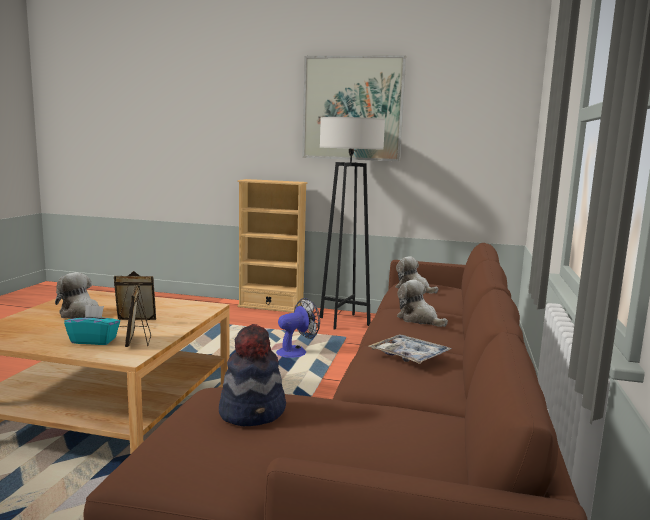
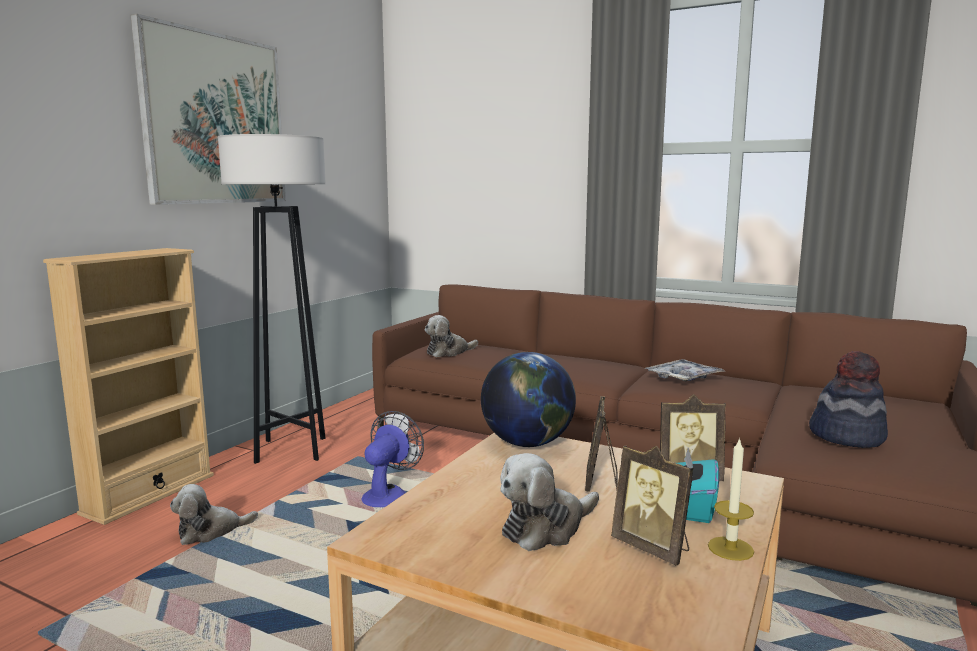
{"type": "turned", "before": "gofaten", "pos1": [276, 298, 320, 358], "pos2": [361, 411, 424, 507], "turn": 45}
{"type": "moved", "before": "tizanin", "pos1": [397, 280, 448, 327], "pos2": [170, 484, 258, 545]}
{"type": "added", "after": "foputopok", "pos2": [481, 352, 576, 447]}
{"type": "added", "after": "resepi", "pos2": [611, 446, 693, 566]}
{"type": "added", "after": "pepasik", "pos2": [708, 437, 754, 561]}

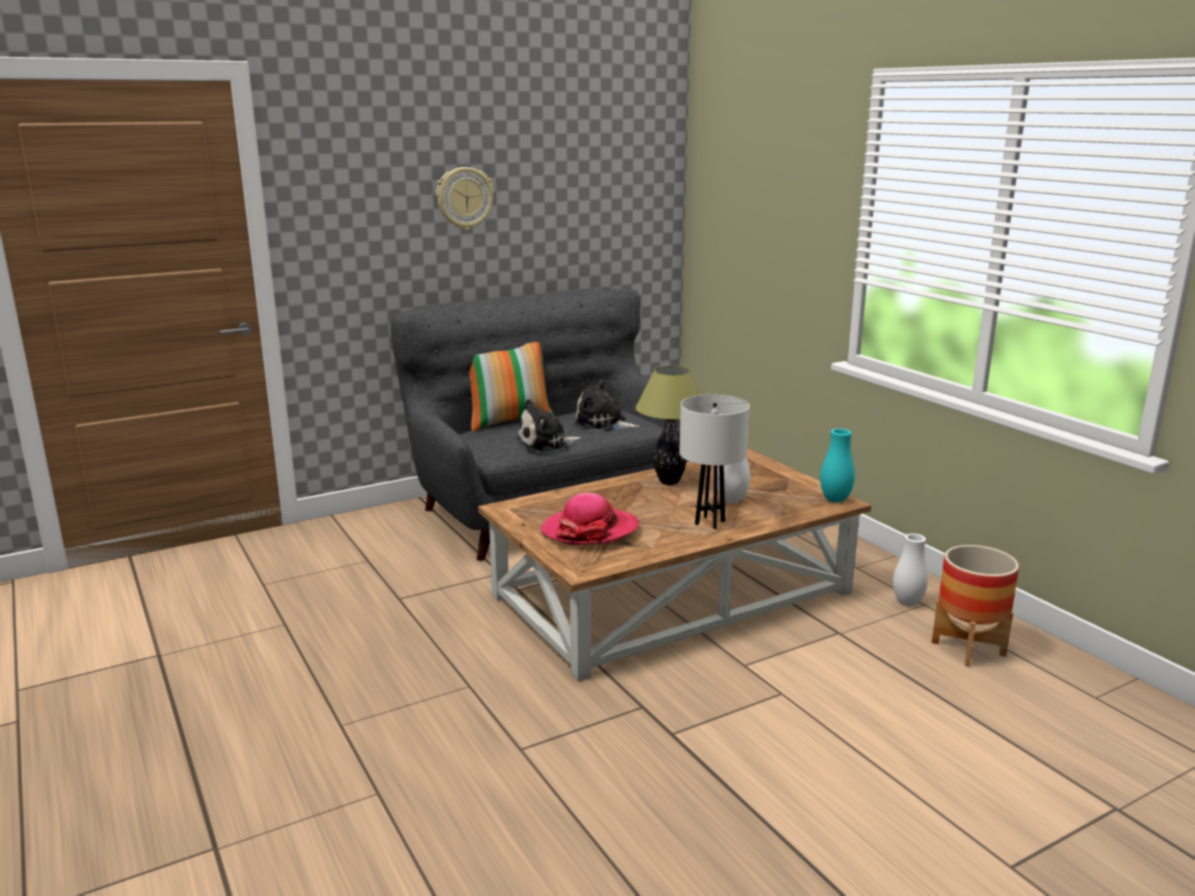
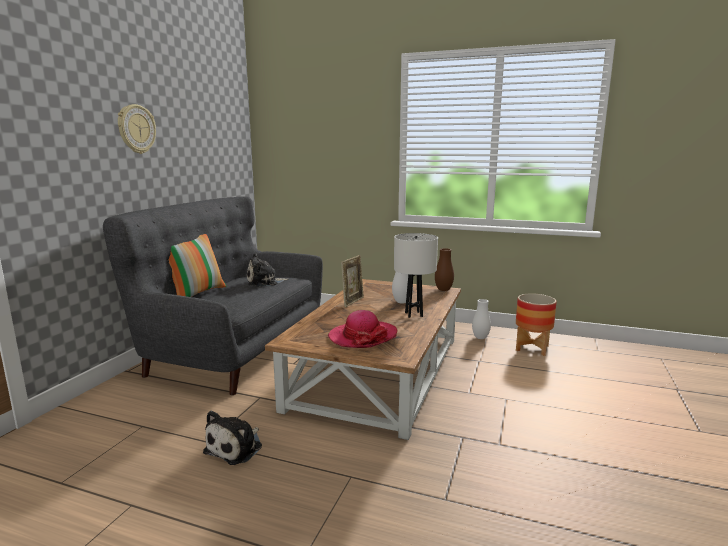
{"type": "moved", "before": "tizanin", "pos1": [516, 399, 581, 452], "pos2": [203, 410, 262, 465]}
{"type": "replaced", "before": "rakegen", "after": "resepi", "pos1": [635, 366, 701, 485], "pos2": [341, 255, 364, 307]}
{"type": "recoloured", "before": "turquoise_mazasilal", "after": "brown_mazasilal", "pos1": [820, 429, 855, 502], "pos2": [435, 248, 454, 291]}

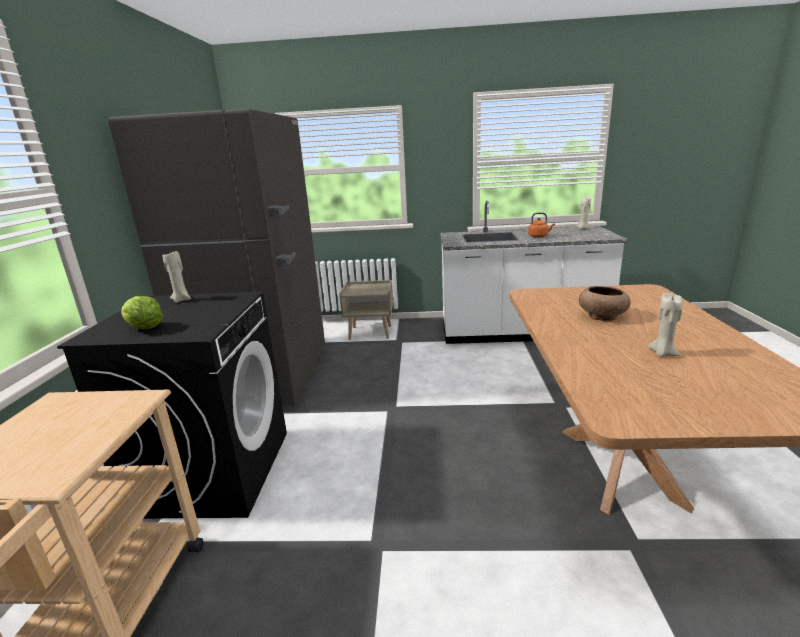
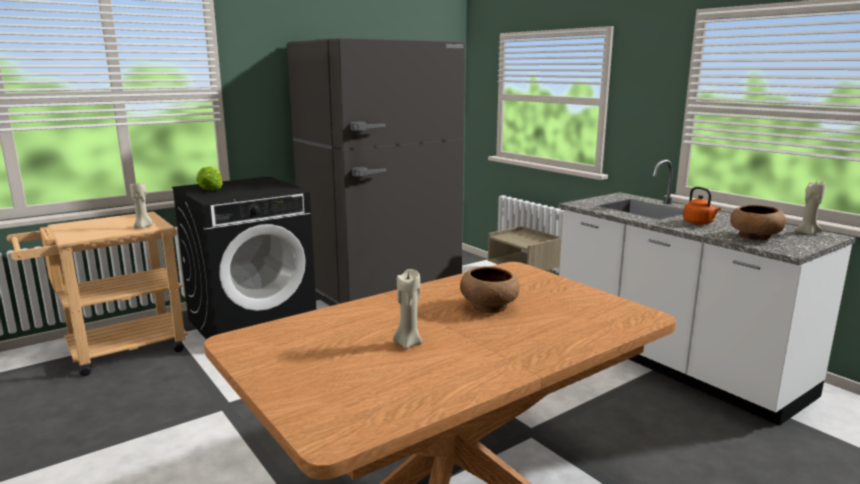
{"type": "moved", "before": "beige_pepasik", "pos1": [163, 251, 191, 303], "pos2": [130, 183, 153, 228]}
{"type": "added", "after": "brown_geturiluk", "pos2": [730, 205, 786, 241]}

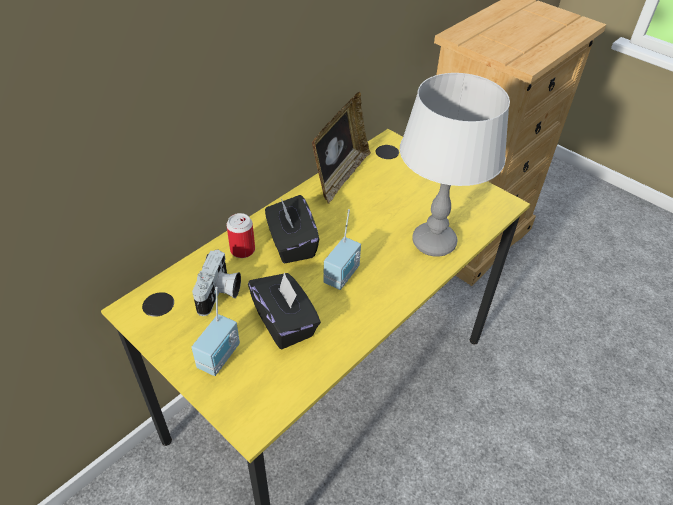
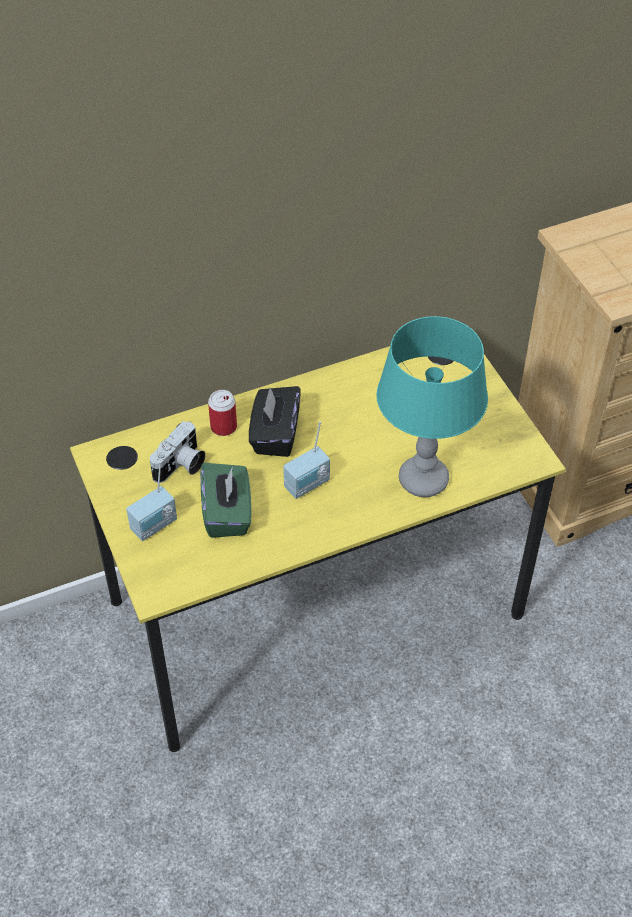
{"type": "recoloured", "before": "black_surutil", "after": "green_surutil", "pos1": [248, 272, 321, 349], "pos2": [200, 463, 252, 538]}
{"type": "removed", "before": "resepi", "pos1": [312, 92, 371, 204]}
{"type": "recoloured", "before": "grey_rakegen", "after": "turquoise_rakegen", "pos1": [400, 73, 510, 257], "pos2": [376, 316, 488, 497]}

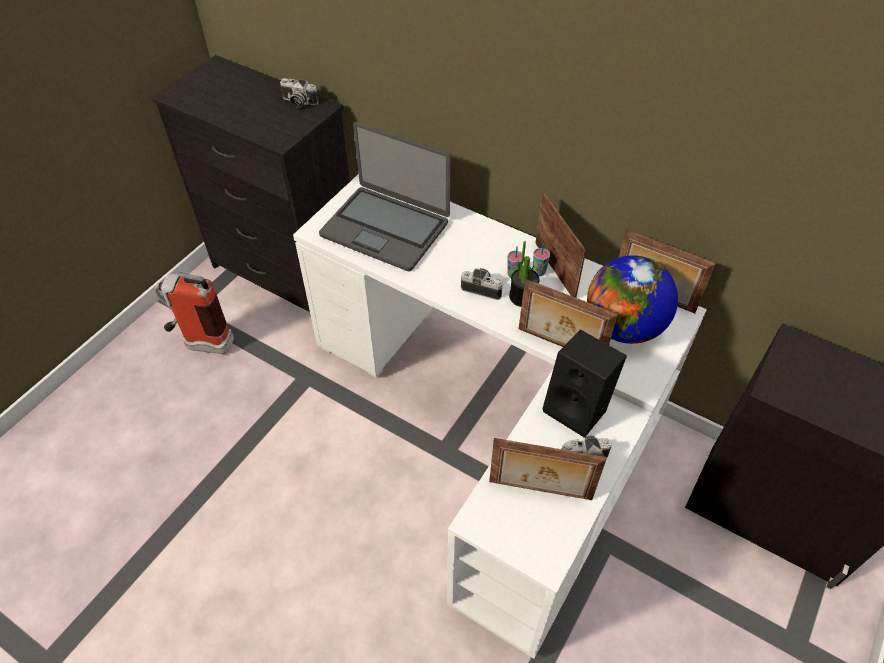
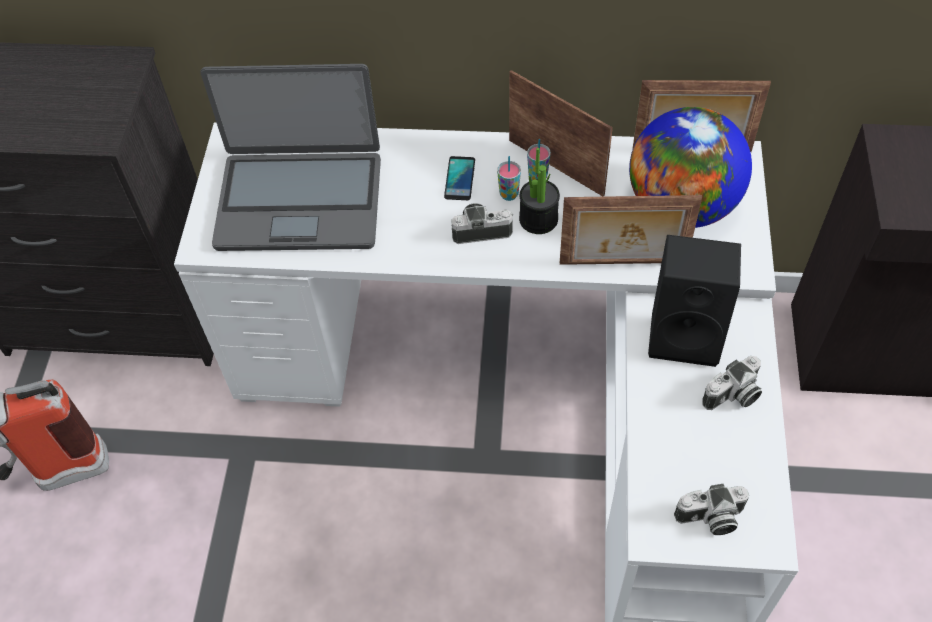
{"type": "moved", "before": "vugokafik", "pos1": [280, 78, 319, 108], "pos2": [674, 483, 749, 535]}
{"type": "removed", "before": "resepi", "pos1": [489, 438, 607, 500]}
{"type": "added", "after": "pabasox", "pos2": [444, 156, 475, 200]}

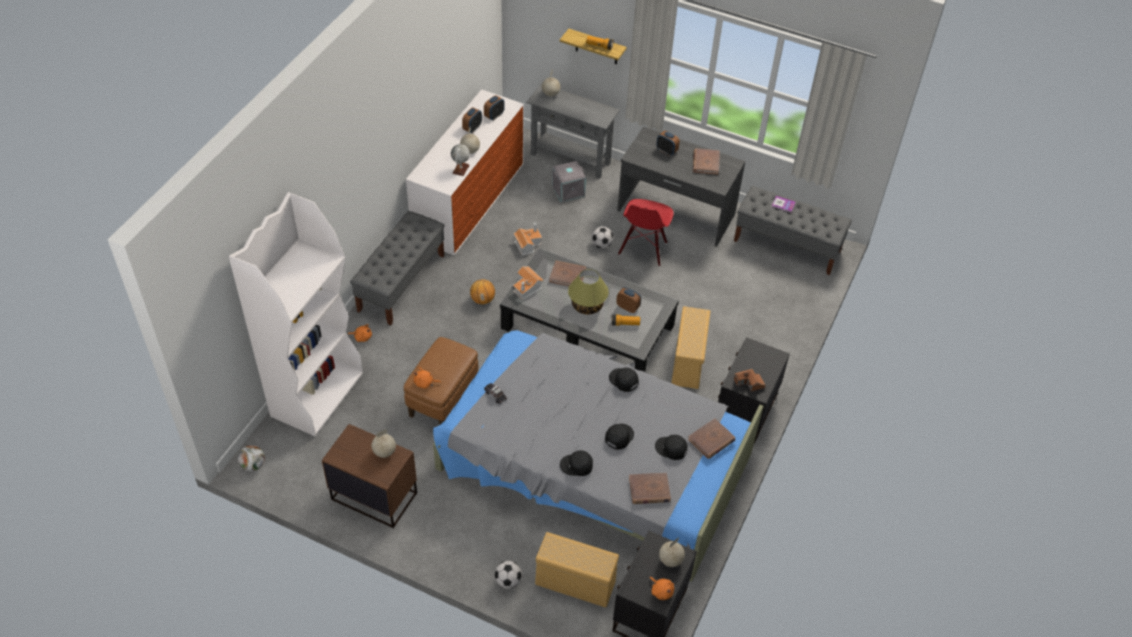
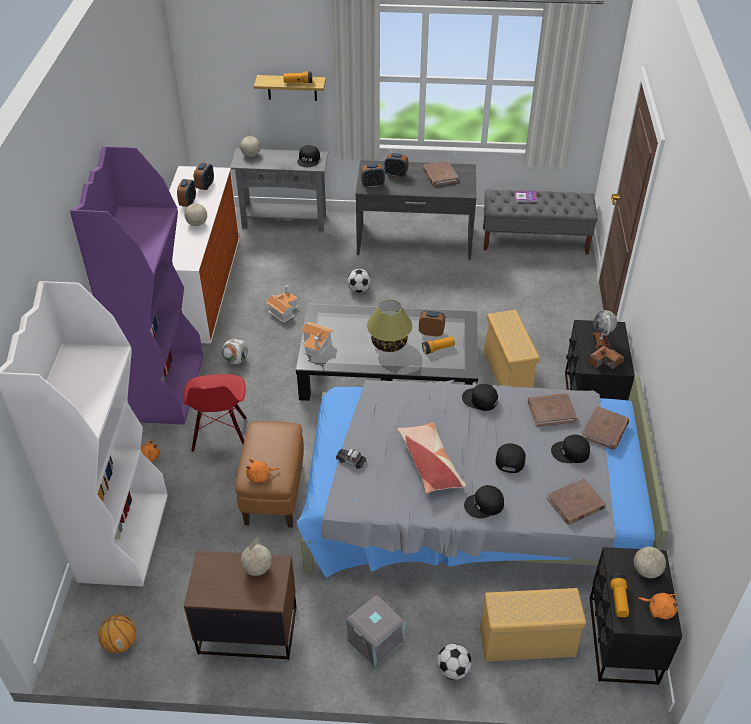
{"type": "moved", "before": "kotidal", "pos1": [238, 445, 265, 471], "pos2": [222, 338, 248, 364]}
{"type": "replaced", "before": "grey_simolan", "after": "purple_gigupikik", "pos1": [350, 211, 445, 325], "pos2": [70, 146, 203, 425]}
{"type": "moved", "before": "foputopok", "pos1": [451, 144, 470, 176], "pos2": [591, 310, 617, 349]}
{"type": "moved", "before": "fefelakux", "pos1": [470, 279, 495, 304], "pos2": [98, 615, 136, 653]}
{"type": "moved", "before": "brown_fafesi", "pos1": [549, 261, 586, 286], "pos2": [528, 393, 577, 427]}
{"type": "moved", "before": "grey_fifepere", "pos1": [552, 161, 586, 202], "pos2": [346, 594, 405, 667]}
{"type": "moved", "before": "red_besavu", "pos1": [618, 199, 674, 266], "pos2": [183, 374, 247, 452]}
{"type": "added", "after": "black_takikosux", "pos2": [297, 145, 320, 167]}
{"type": "added", "after": "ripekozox", "pos2": [361, 164, 385, 189]}
{"type": "added", "after": "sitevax", "pos2": [397, 423, 466, 493]}
{"type": "added", "after": "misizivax", "pos2": [610, 573, 629, 617]}

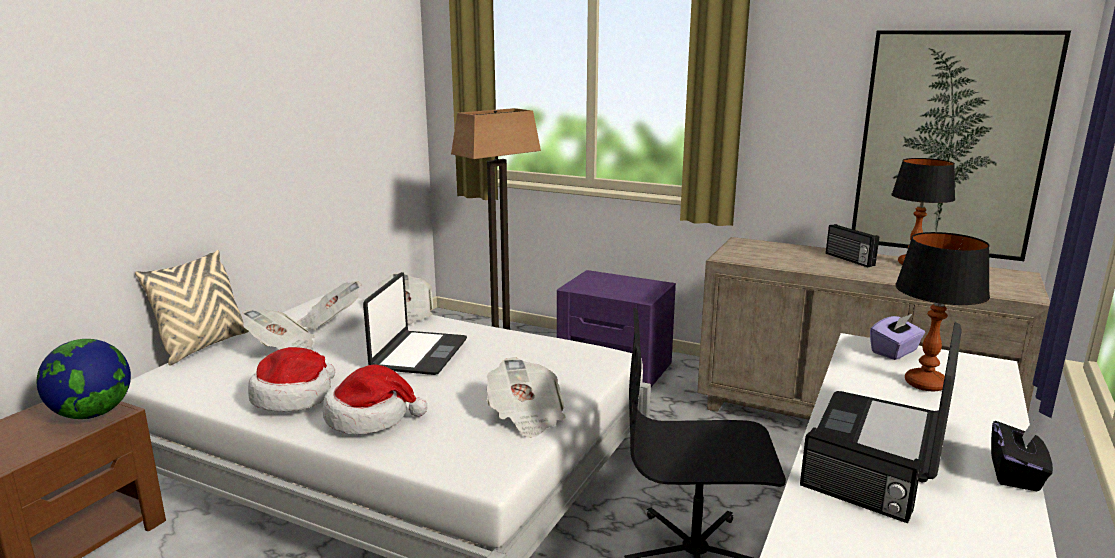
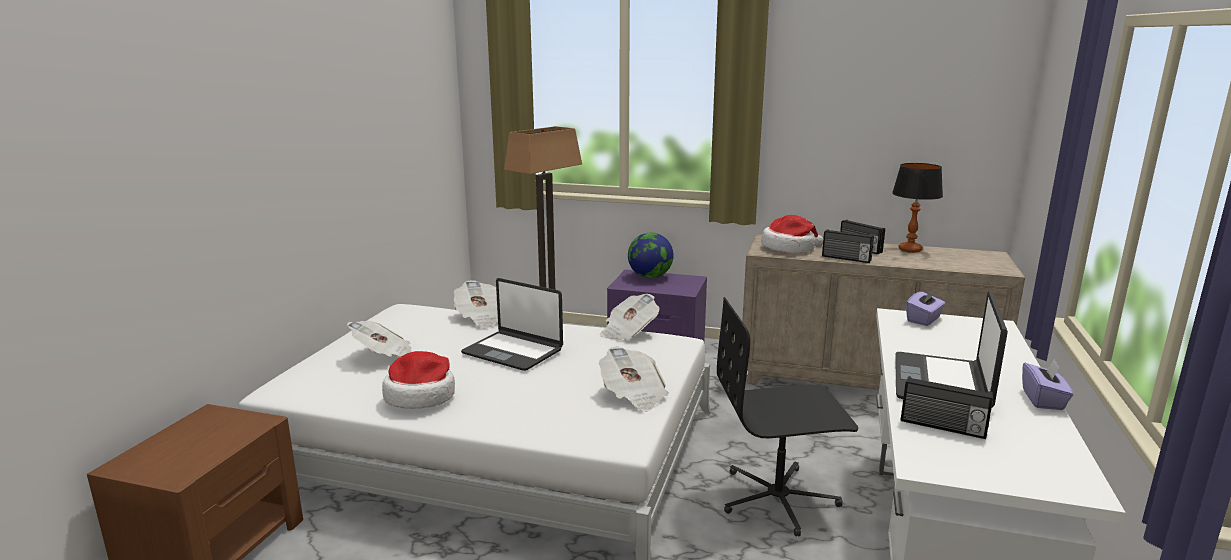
{"type": "moved", "before": "foputopok", "pos1": [37, 339, 131, 419], "pos2": [628, 233, 674, 278]}
{"type": "removed", "before": "beige_sitevax", "pos1": [135, 250, 249, 366]}
{"type": "moved", "before": "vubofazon", "pos1": [297, 281, 362, 330], "pos2": [600, 294, 659, 340]}
{"type": "moved", "before": "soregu", "pos1": [323, 365, 427, 434], "pos2": [761, 215, 823, 253]}
{"type": "turned", "before": "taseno", "pos1": [363, 272, 467, 375], "pos2": [461, 278, 563, 371], "turn": 120}
{"type": "removed", "before": "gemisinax", "pos1": [852, 30, 1071, 261]}
{"type": "removed", "before": "rakegen", "pos1": [895, 232, 990, 392]}
{"type": "recoloured", "before": "black_surutil", "after": "purple_surutil", "pos1": [991, 420, 1053, 491], "pos2": [1022, 360, 1073, 410]}
{"type": "added", "after": "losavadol", "pos2": [822, 229, 874, 263]}

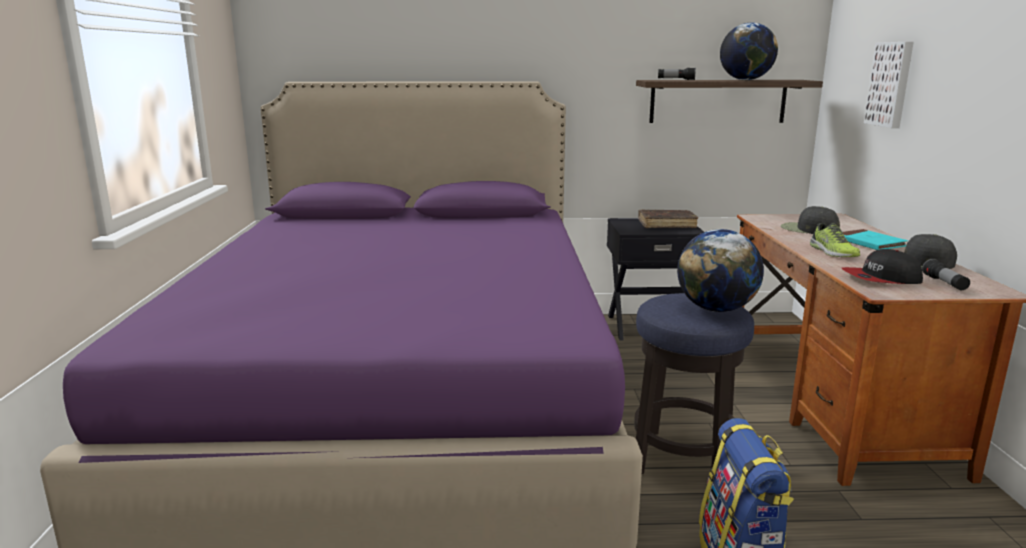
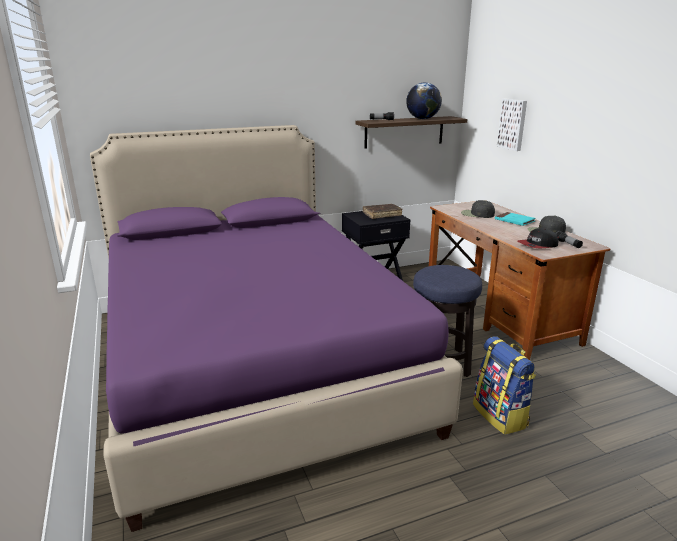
{"type": "removed", "before": "foputopok", "pos1": [677, 229, 764, 312]}
{"type": "removed", "before": "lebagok", "pos1": [810, 223, 860, 257]}

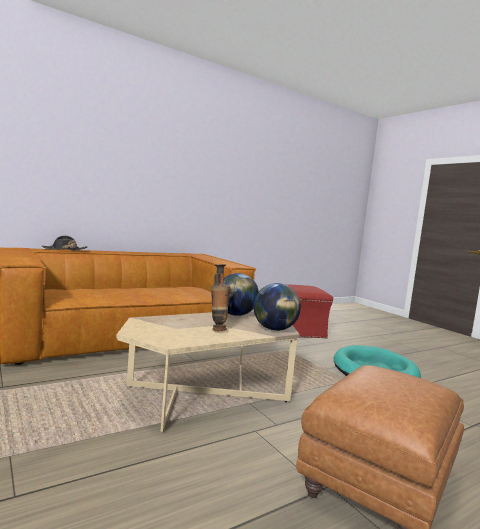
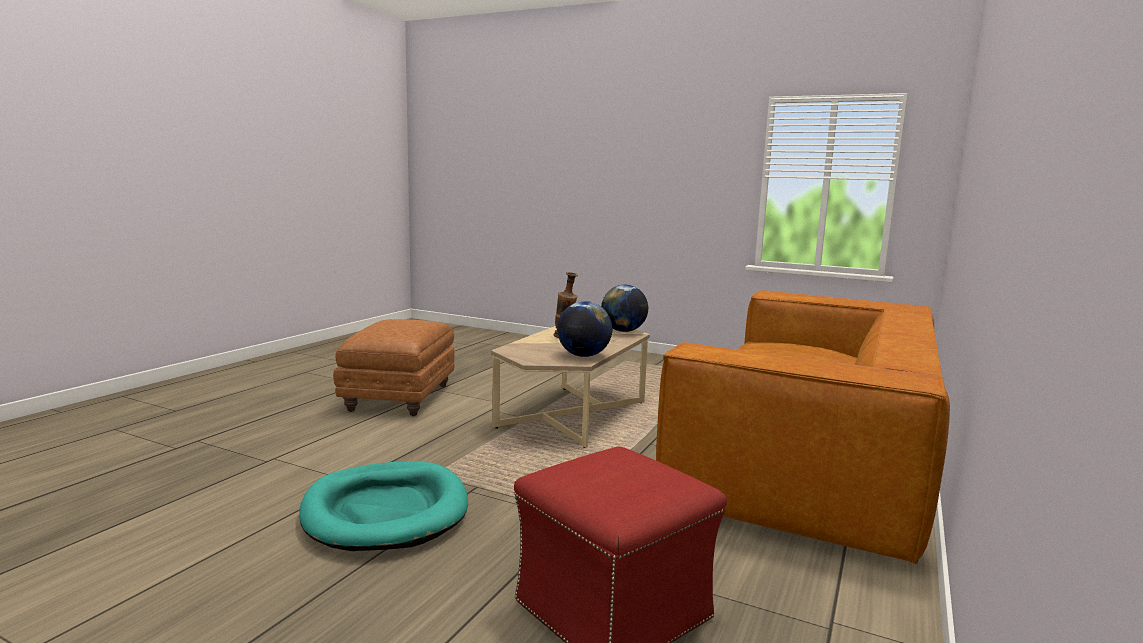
{"type": "removed", "before": "black_soregu", "pos1": [42, 236, 87, 251]}
{"type": "moved", "before": "foputopok", "pos1": [253, 283, 301, 331], "pos2": [601, 285, 648, 332]}

